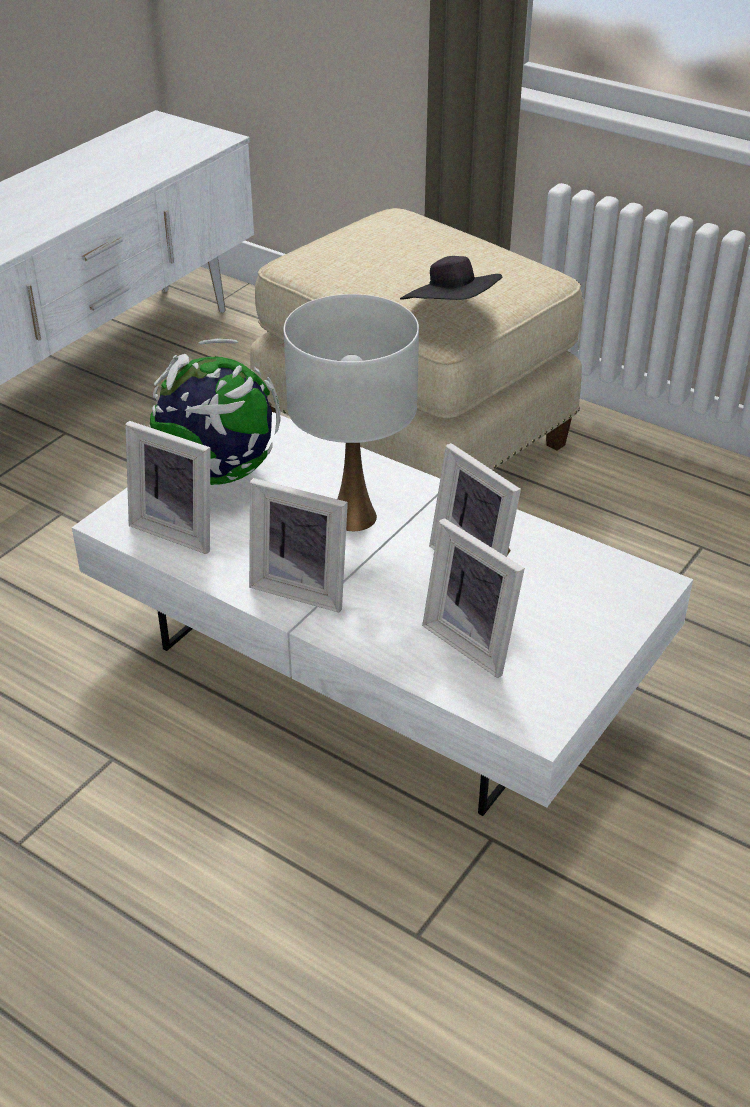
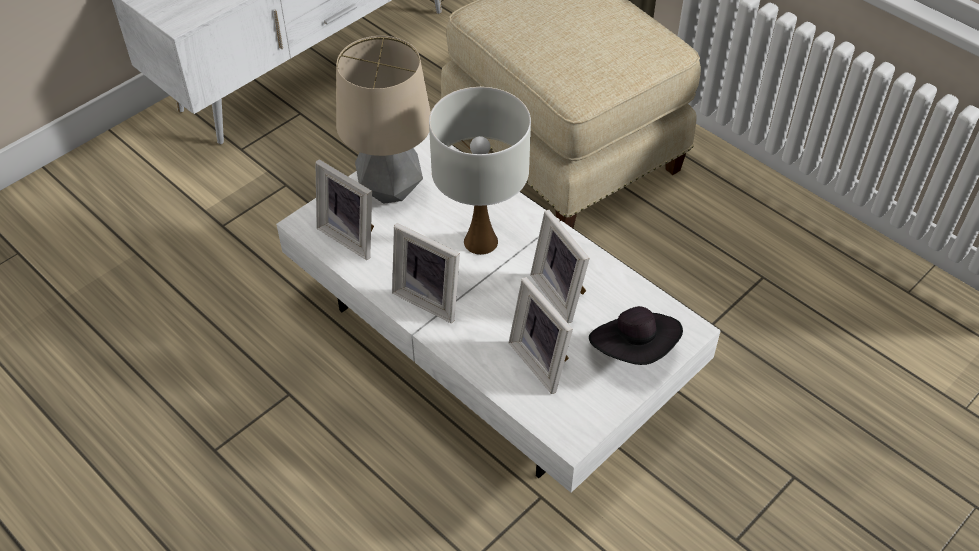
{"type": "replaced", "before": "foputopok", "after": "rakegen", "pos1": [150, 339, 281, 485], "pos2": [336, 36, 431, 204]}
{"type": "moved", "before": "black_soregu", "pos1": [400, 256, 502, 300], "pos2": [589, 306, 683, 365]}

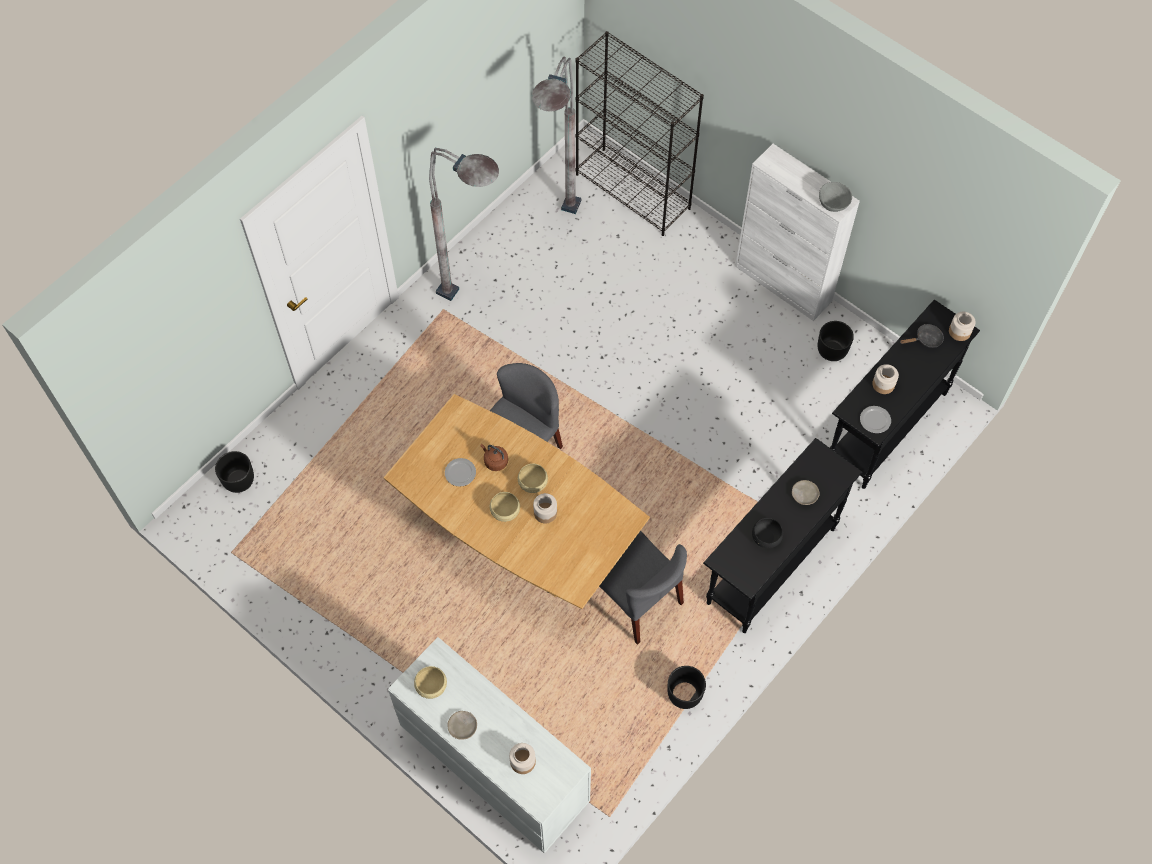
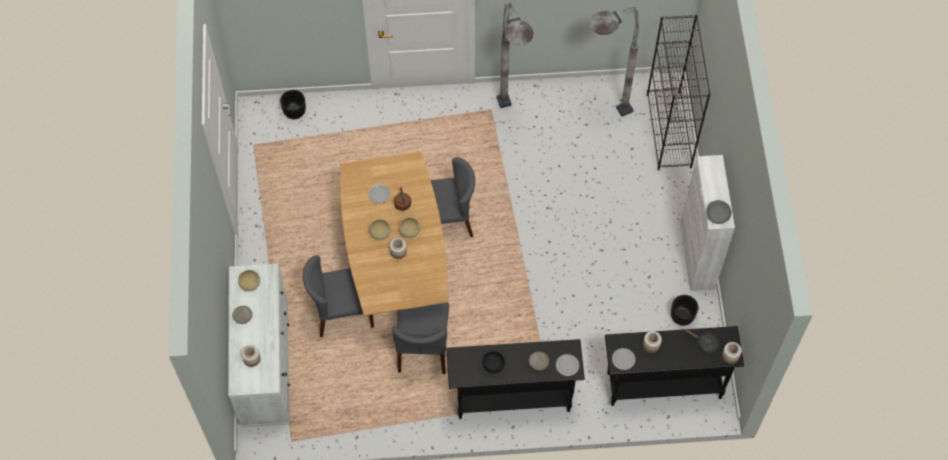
{"type": "removed", "before": "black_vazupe", "pos1": [667, 666, 706, 709]}
{"type": "added", "after": "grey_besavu", "pos2": [303, 255, 374, 337]}
{"type": "added", "after": "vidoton", "pos2": [556, 354, 579, 376]}

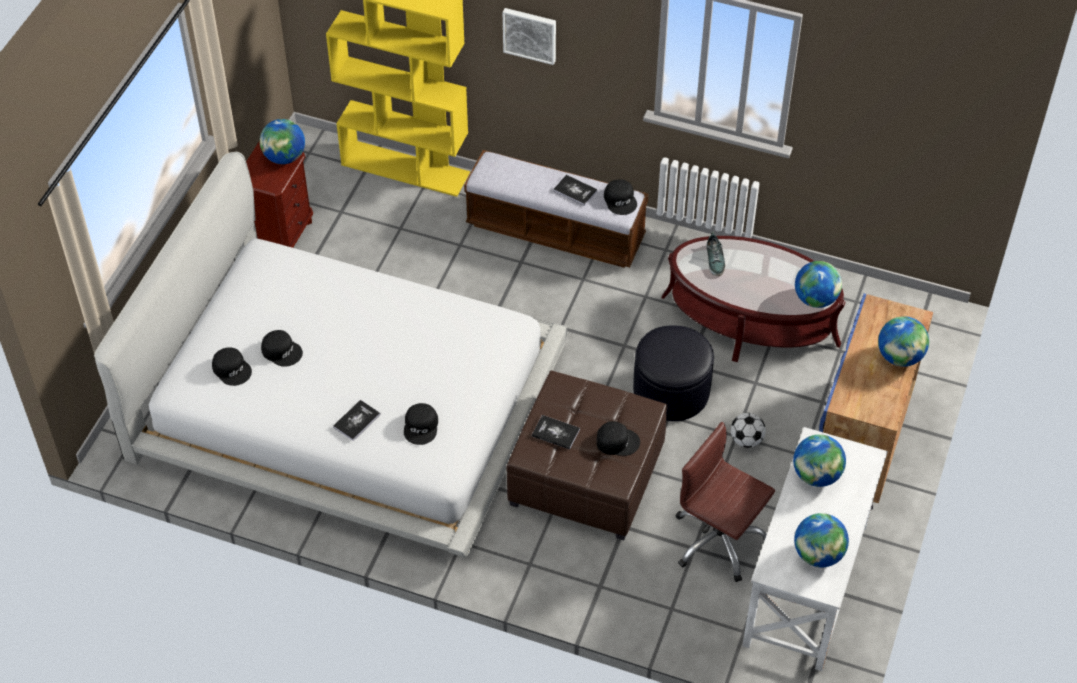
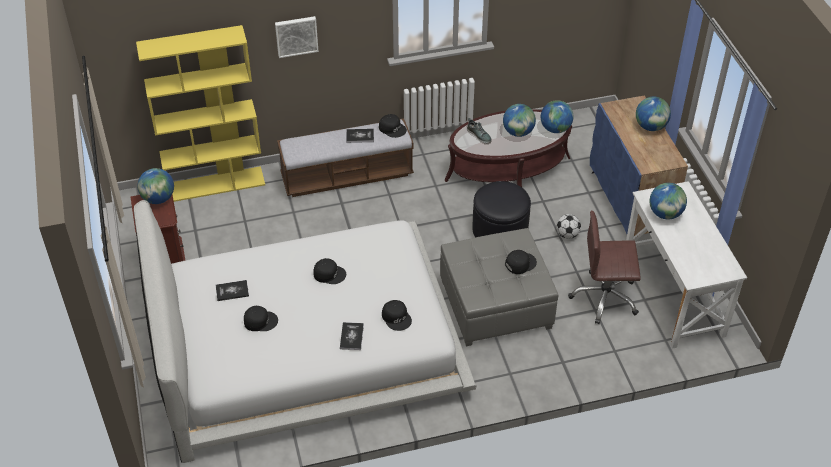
{"type": "moved", "before": "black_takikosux", "pos1": [212, 347, 252, 386], "pos2": [313, 258, 346, 284]}
{"type": "recoloured", "before": "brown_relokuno", "after": "grey_relokuno", "pos1": [506, 370, 668, 540], "pos2": [440, 228, 558, 347]}
{"type": "moved", "before": "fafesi", "pos1": [532, 415, 580, 450], "pos2": [216, 280, 249, 301]}
{"type": "moved", "before": "foputopok", "pos1": [794, 513, 849, 567], "pos2": [503, 104, 536, 137]}

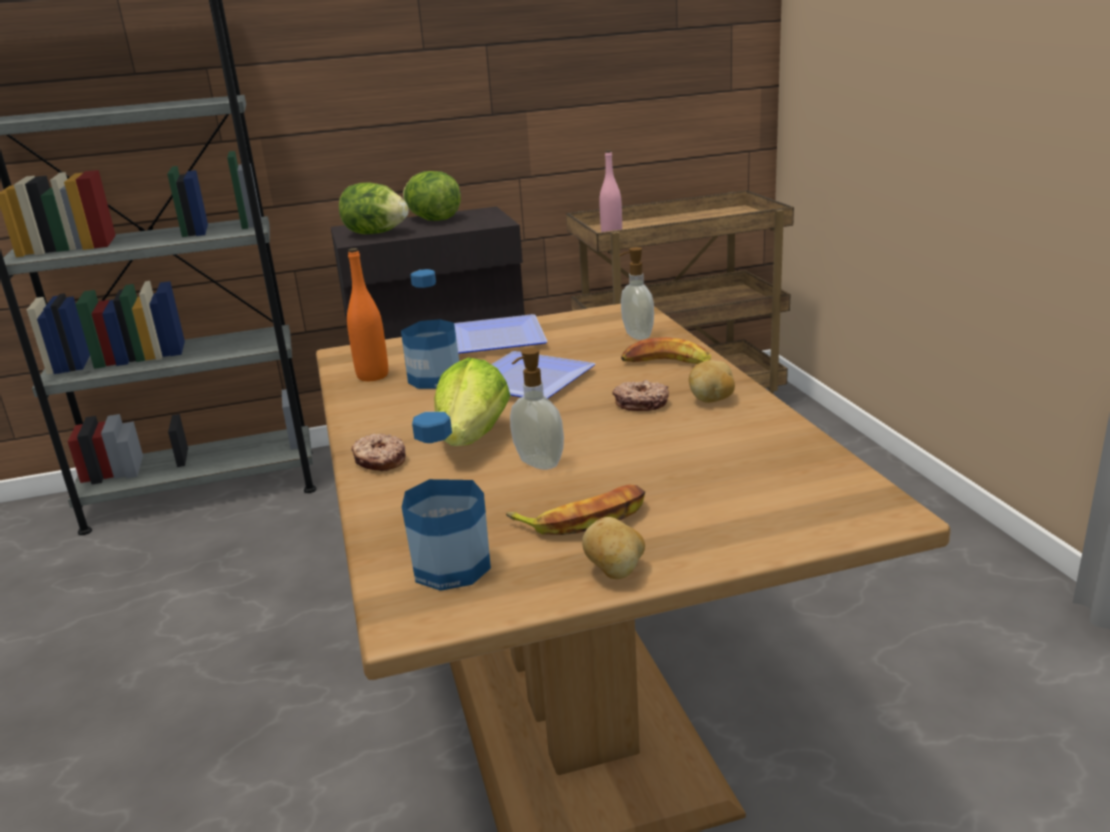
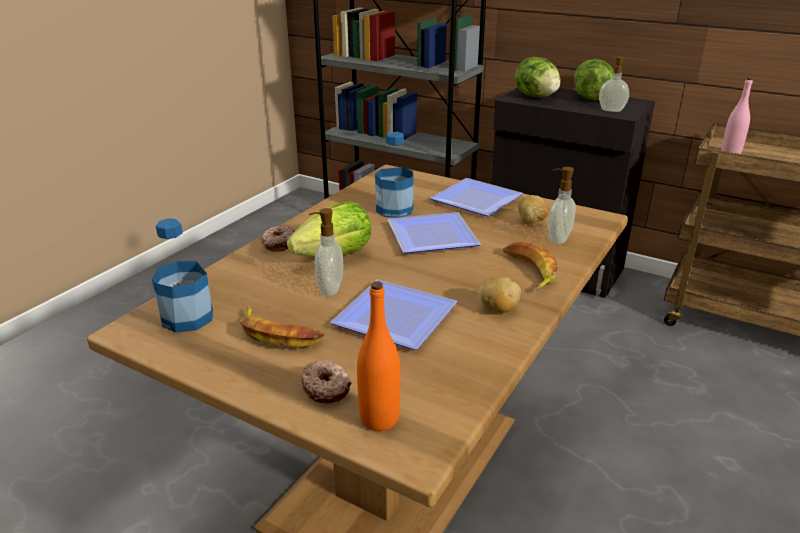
{"type": "moved", "before": "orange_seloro", "pos1": [347, 248, 388, 381], "pos2": [357, 281, 400, 431]}
{"type": "moved", "before": "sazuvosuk", "pos1": [582, 517, 645, 579], "pos2": [518, 195, 549, 224]}
{"type": "moved", "before": "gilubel", "pos1": [612, 380, 669, 411], "pos2": [302, 360, 351, 404]}
{"type": "added", "after": "vidoton", "pos2": [330, 280, 458, 350]}
{"type": "added", "after": "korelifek", "pos2": [599, 57, 629, 112]}

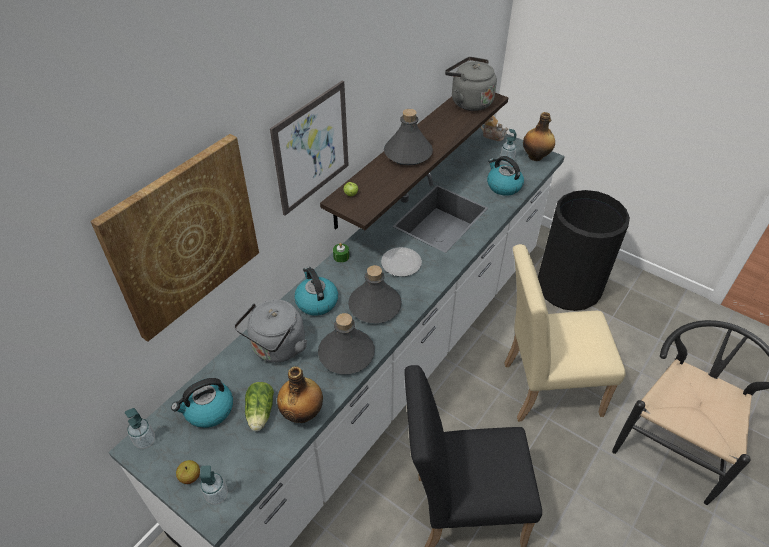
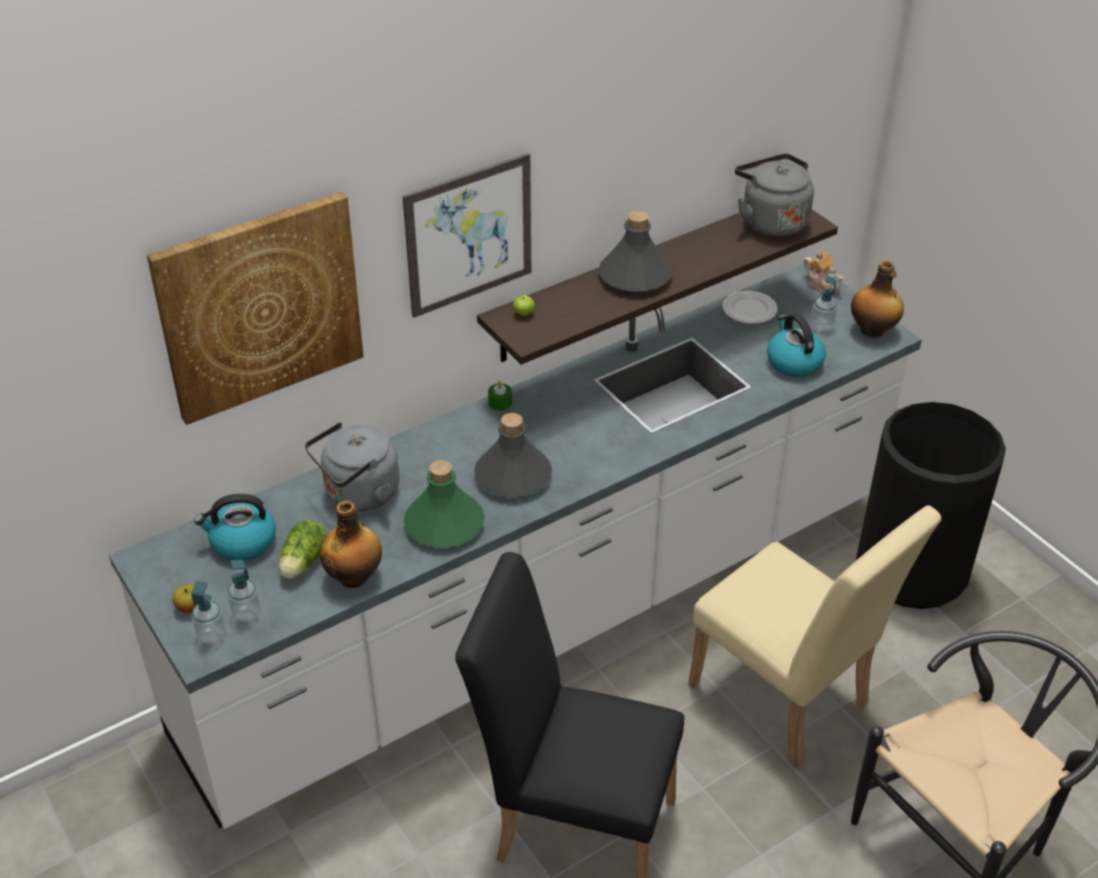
{"type": "moved", "before": "korelifek", "pos1": [125, 408, 155, 449], "pos2": [228, 560, 260, 622]}
{"type": "removed", "before": "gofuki", "pos1": [294, 267, 338, 316]}
{"type": "recoloured", "before": "grey_seloro", "after": "green_seloro", "pos1": [318, 313, 375, 374], "pos2": [404, 460, 484, 548]}
{"type": "moved", "before": "vidoton", "pos1": [381, 247, 422, 277], "pos2": [722, 291, 778, 324]}
{"type": "turned", "before": "beige_besavu", "pos1": [505, 244, 626, 421], "pos2": [688, 505, 941, 768], "turn": -150}

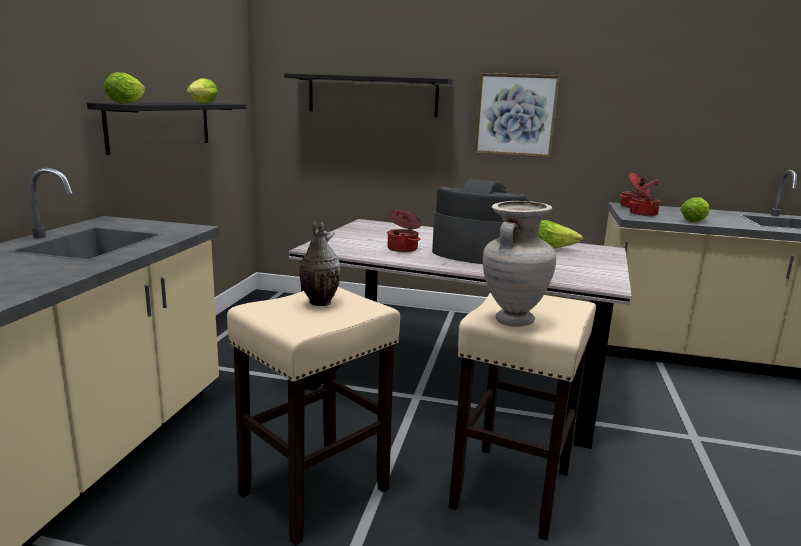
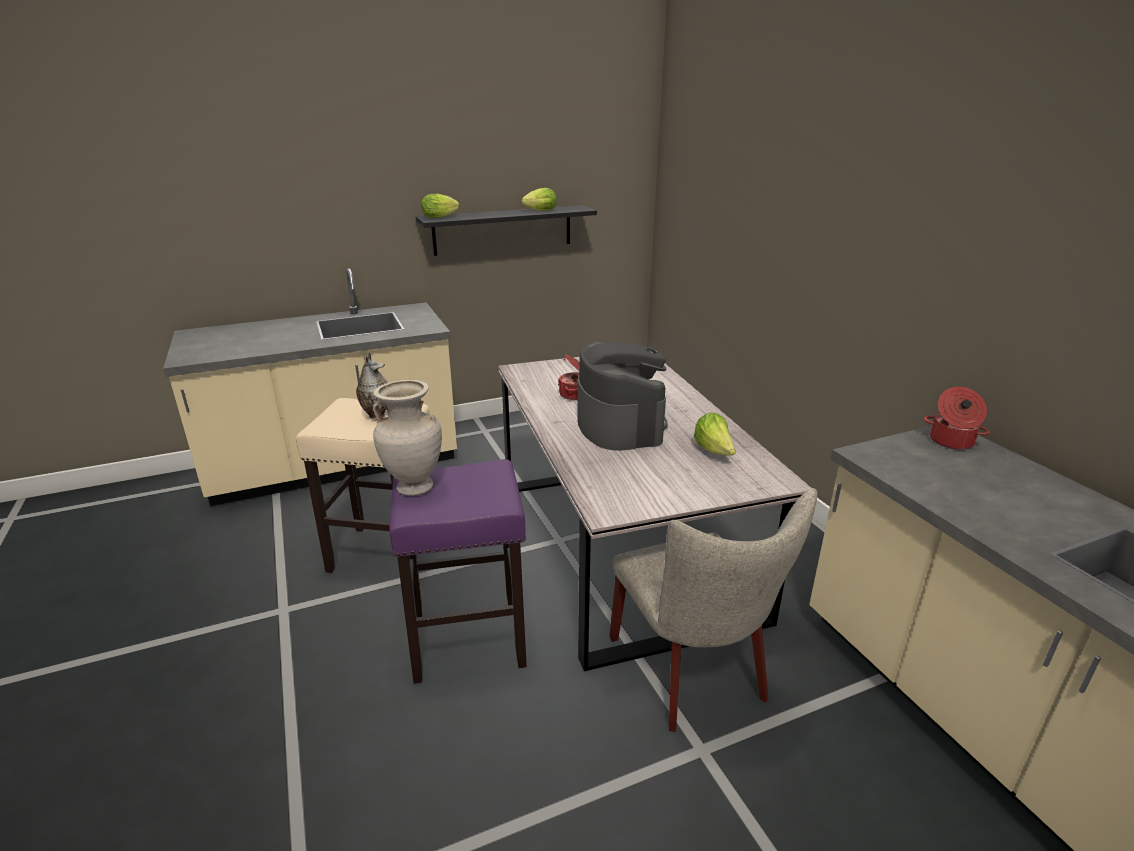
{"type": "removed", "before": "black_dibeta", "pos1": [284, 73, 453, 117]}
{"type": "recoloured", "before": "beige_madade", "after": "purple_madade", "pos1": [448, 292, 596, 541], "pos2": [389, 459, 527, 684]}
{"type": "removed", "before": "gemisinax", "pos1": [474, 73, 560, 157]}
{"type": "removed", "before": "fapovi", "pos1": [629, 179, 661, 216]}
{"type": "removed", "before": "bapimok", "pos1": [680, 197, 709, 222]}
{"type": "added", "after": "beige_besavu", "pos2": [609, 488, 817, 732]}

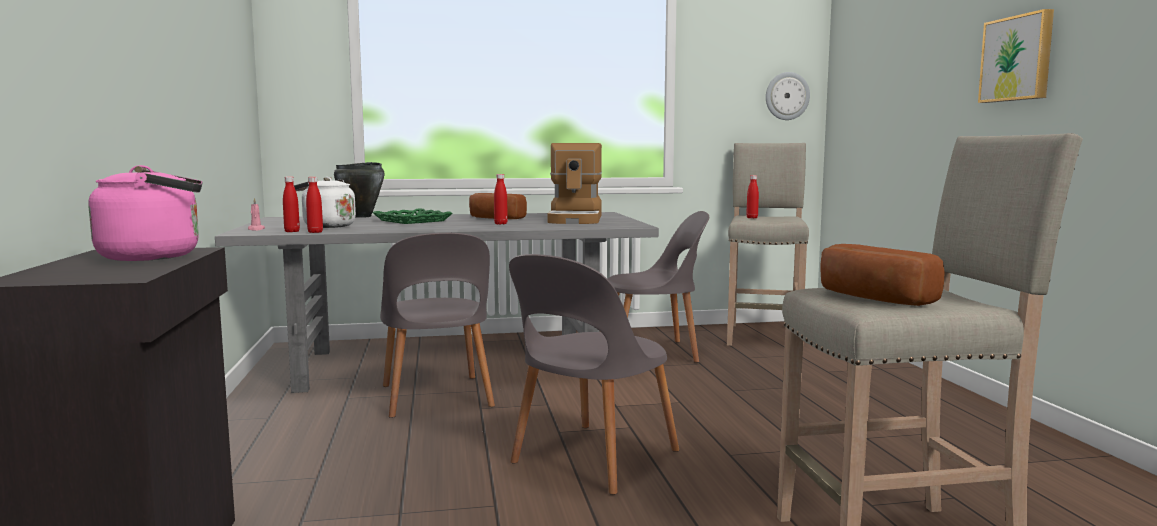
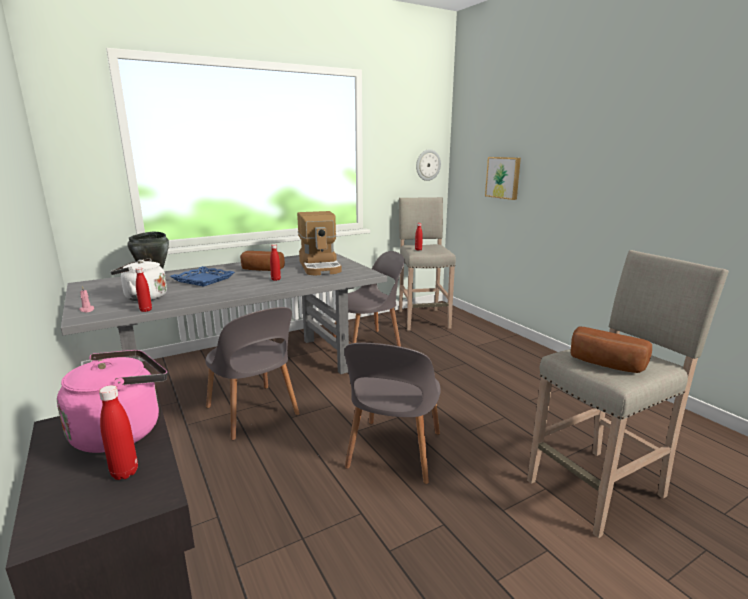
{"type": "moved", "before": "red_seloro", "pos1": [283, 177, 300, 232], "pos2": [99, 385, 138, 480]}
{"type": "recoloured", "before": "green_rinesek", "after": "blue_rinesek", "pos1": [372, 208, 453, 224], "pos2": [170, 266, 235, 286]}
{"type": "moved", "before": "gemisinax", "pos1": [978, 9, 1054, 103], "pos2": [485, 157, 521, 200]}

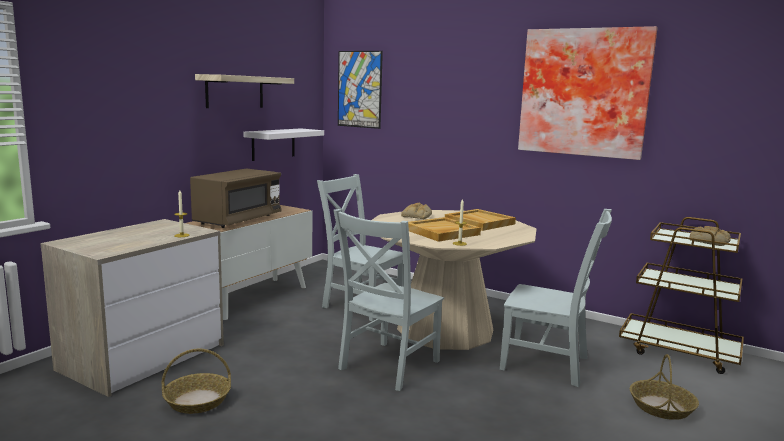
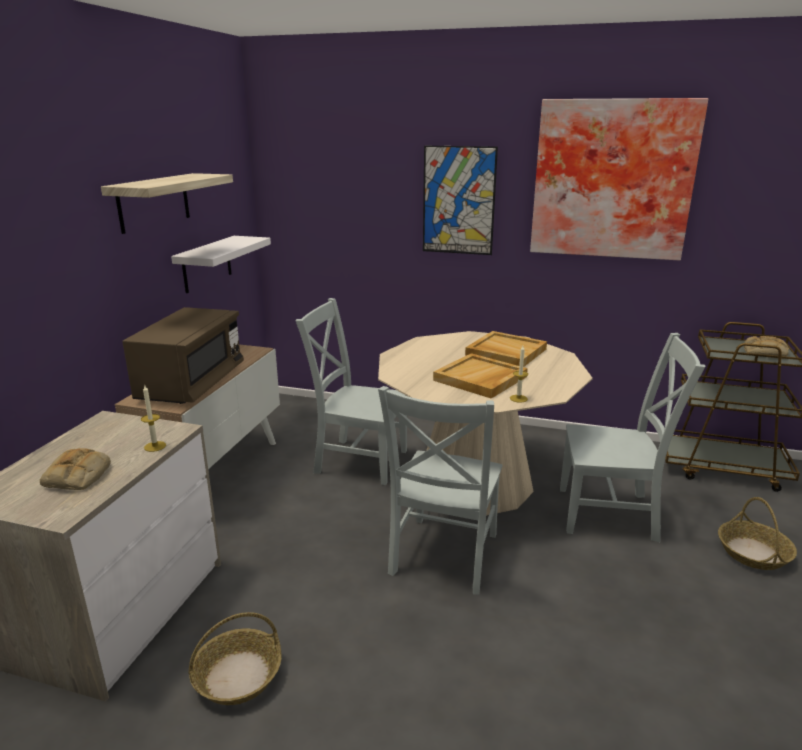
{"type": "moved", "before": "gemisinax", "pos1": [338, 51, 383, 129], "pos2": [423, 146, 498, 255]}
{"type": "moved", "before": "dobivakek", "pos1": [401, 203, 432, 219], "pos2": [40, 448, 111, 490]}

